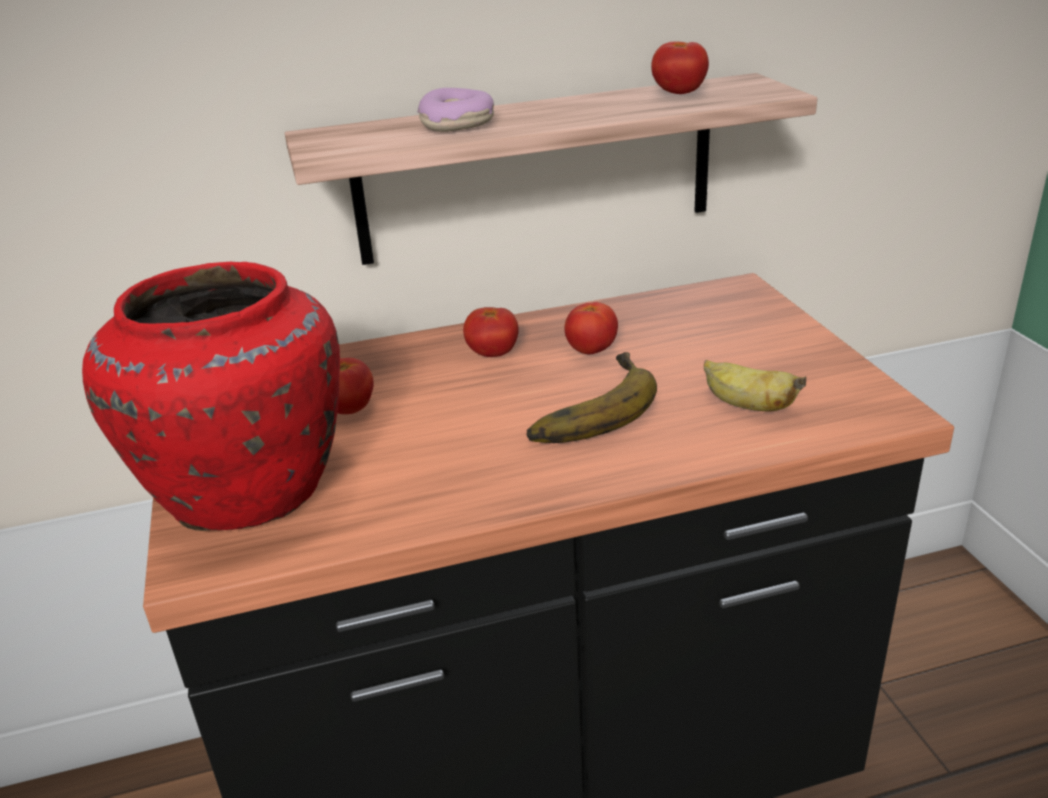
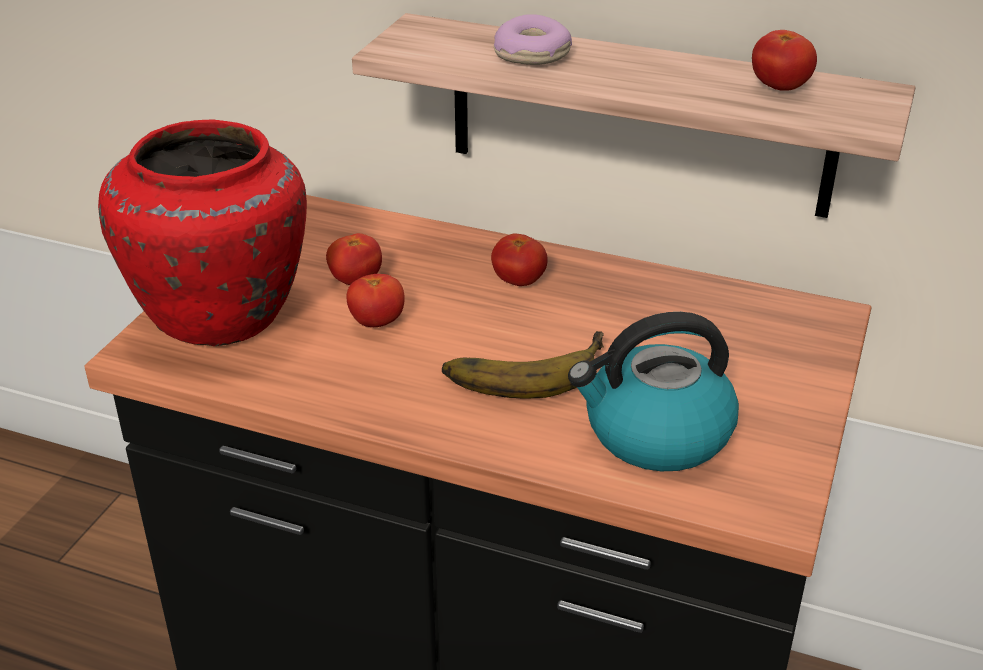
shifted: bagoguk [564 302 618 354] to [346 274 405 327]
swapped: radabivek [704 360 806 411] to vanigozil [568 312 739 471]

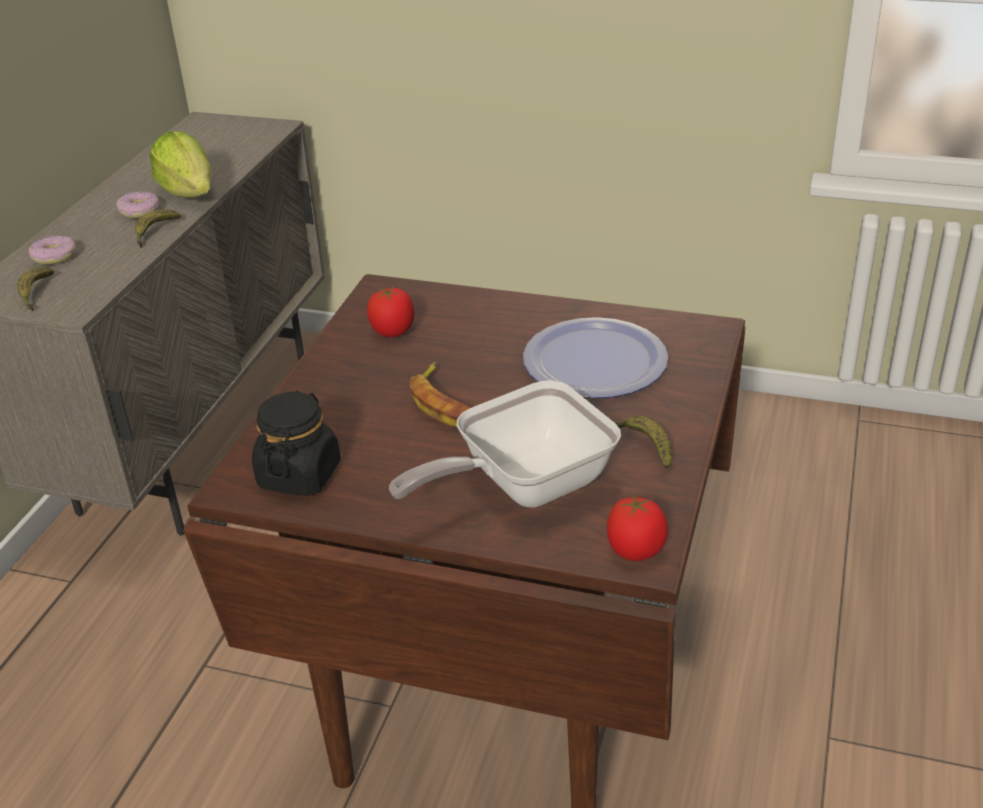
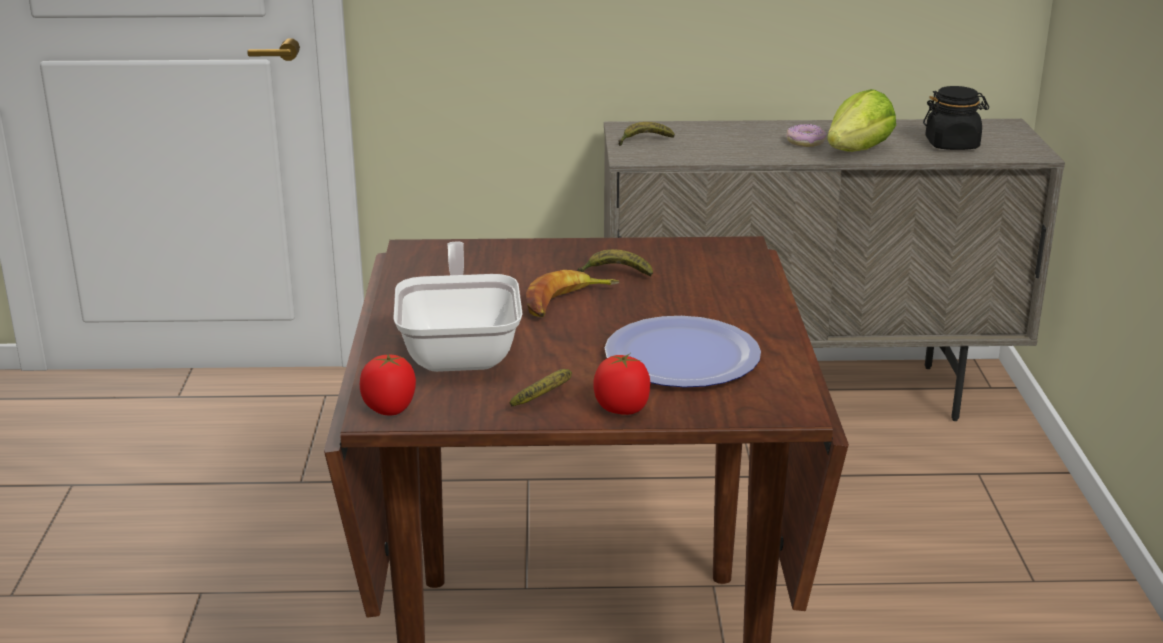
gone: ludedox [29 236 76 265]
shifted: radabivek [135 209 181 248] to [577 249 653 276]; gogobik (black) [252 391 341 496] to [923 86 989 150]; bagoguk [367 286 415 337] to [594 354 651 415]
rotated: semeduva [389 380 621 508] = [393 242 523 372] 45 degrees clockwise

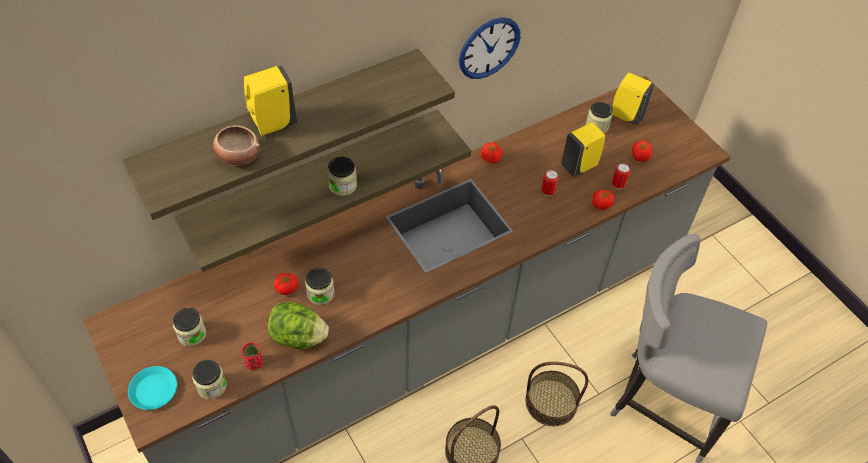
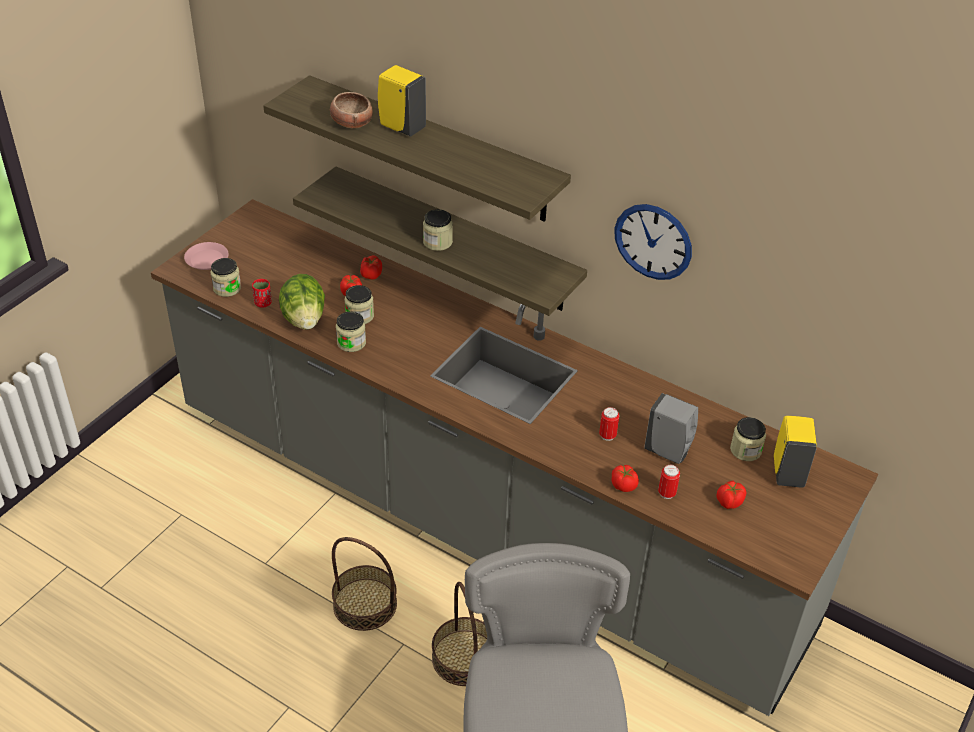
shifted: gogobik [173 308 206 346] to [336 312 366 352]; bagoguk [481 142 503 164] to [360 256 382 279]
repainted: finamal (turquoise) [128 366 177 410] to finamal (pink) [184 242 229 270]; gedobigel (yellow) [561 122 605 177] to gedobigel (grey) [644 393 698 464]

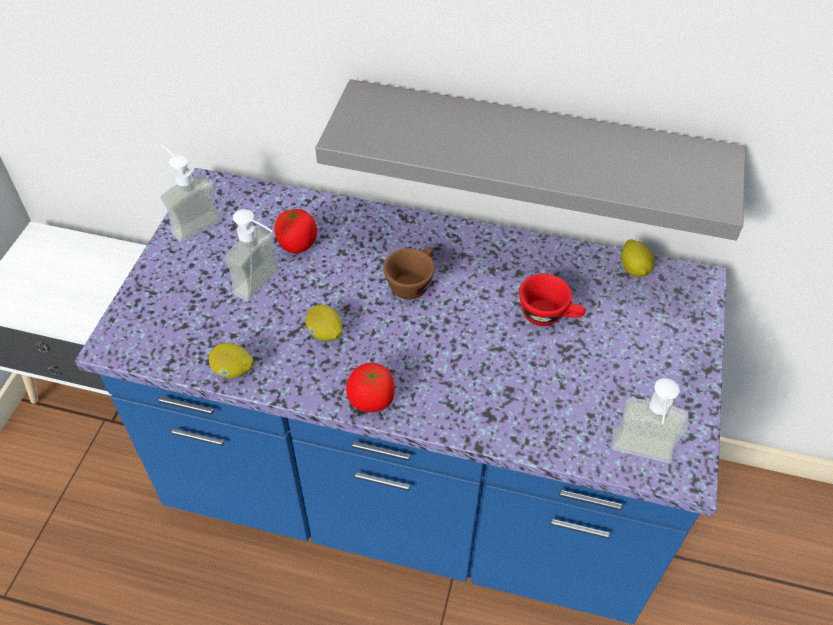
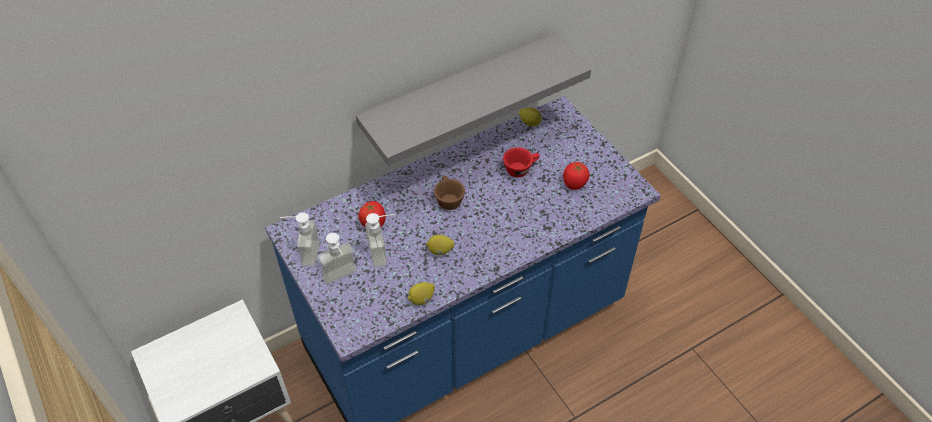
shifted: bagoguk [346 363 395 412] to [563 162 590 190]; gedobigel [612 378 689 463] to [318 233 357 285]

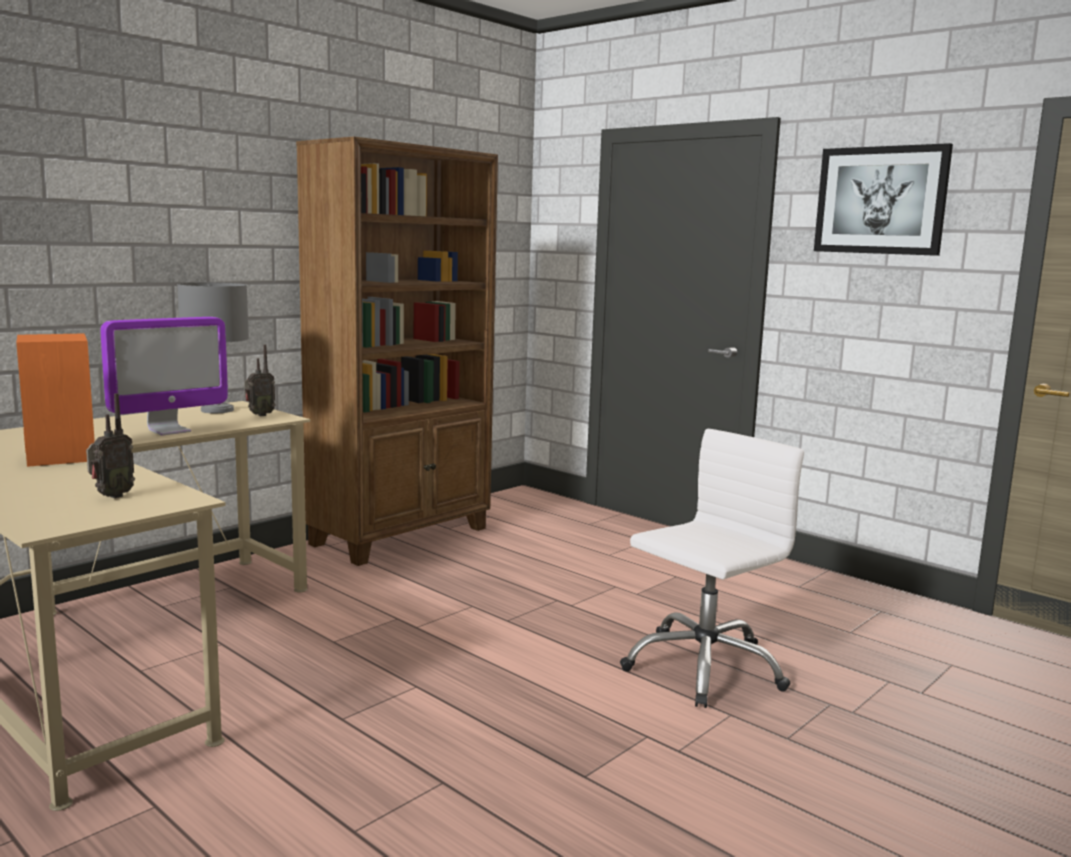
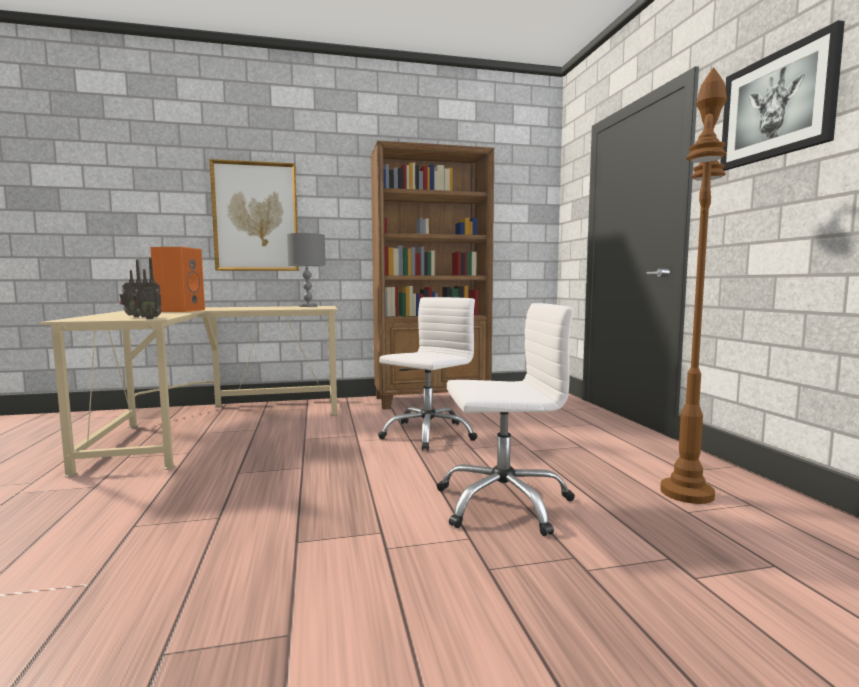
gone: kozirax [100 317 228 436]
new: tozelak [209 159 299 271]; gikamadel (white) [378 297 477 451]; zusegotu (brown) [660 67 727 504]
shifted: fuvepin [244 345 276 416] to [133 258 162 319]

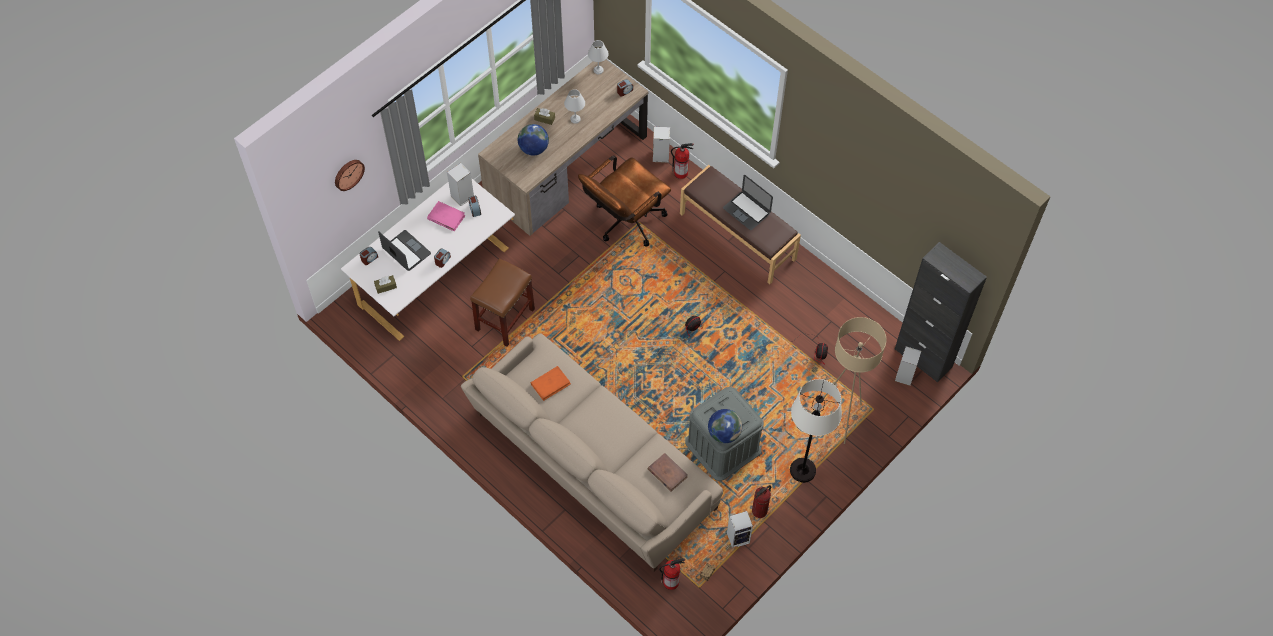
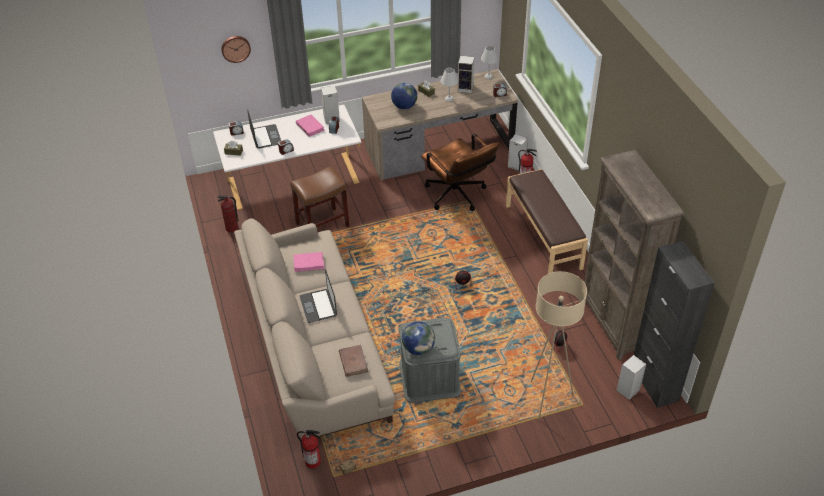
gone: zusegotu (white) [790 379 842 483]
new: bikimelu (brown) [584 150 684 360]
shifted: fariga [723 175 773 230] to [300 270 337 323]; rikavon [727 511 753 548] to [458 56 474 93]; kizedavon [752 485 771 518] to [217 195 239 233]
repainted: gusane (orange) [531 366 571 401] to gusane (pink) [293 252 324 272]
rotated: gikamadel (brown) [578 155 671 247] = [421 134 499 211] 105 degrees counterclockwise

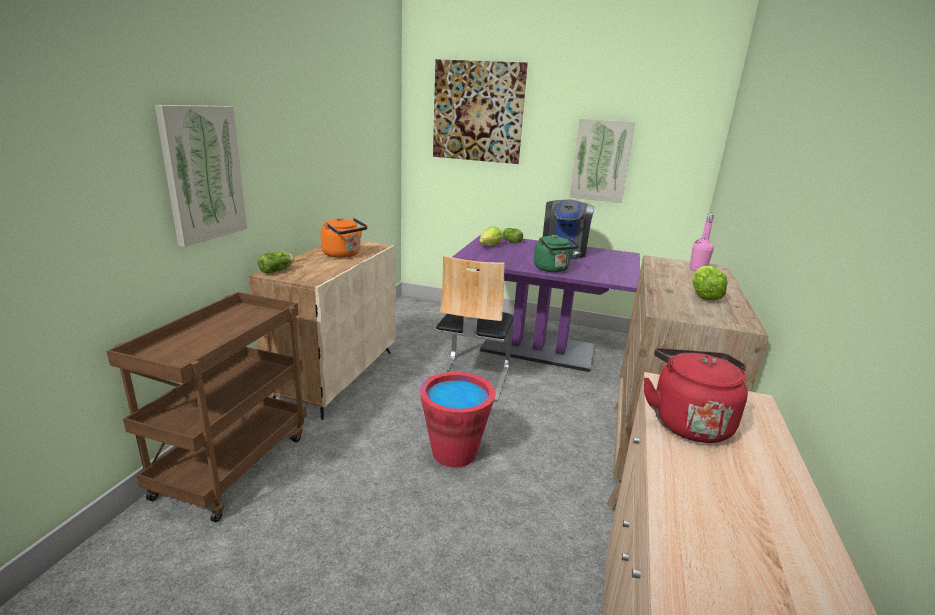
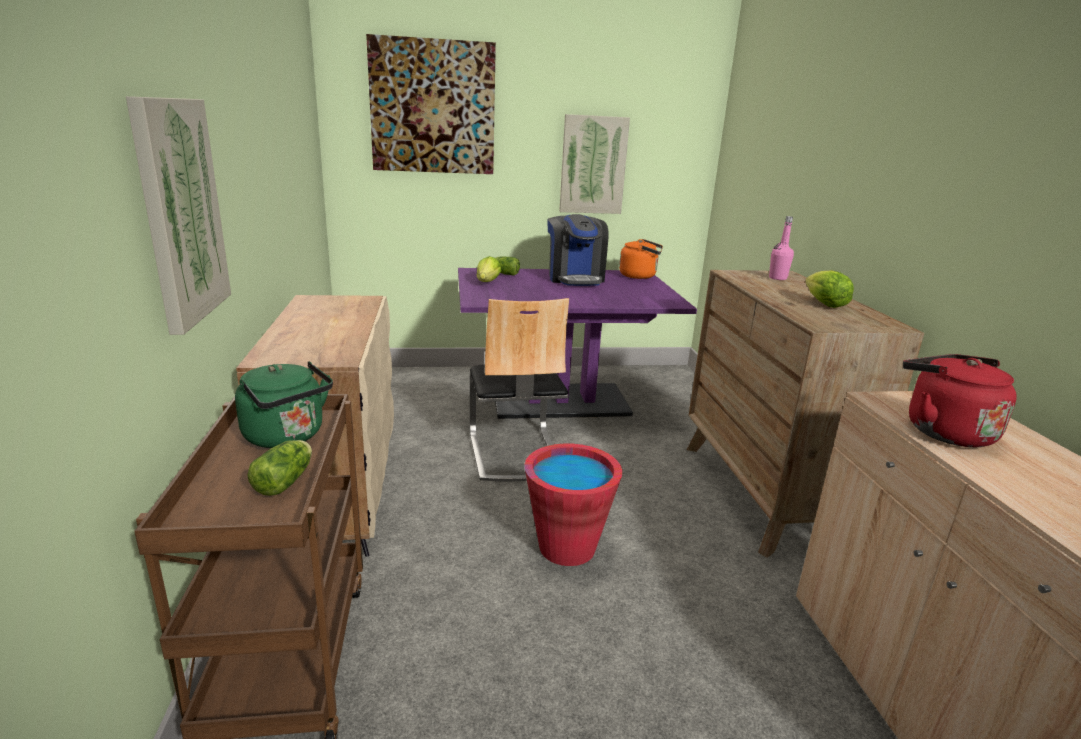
shifted: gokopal [258 252 295 274] to [247 440 312 496]; vanigozil (orange) [321 217 367 258] to [619 239 663 279]; vanigozil (green) [534 235 579 272] to [235 361 333 448]

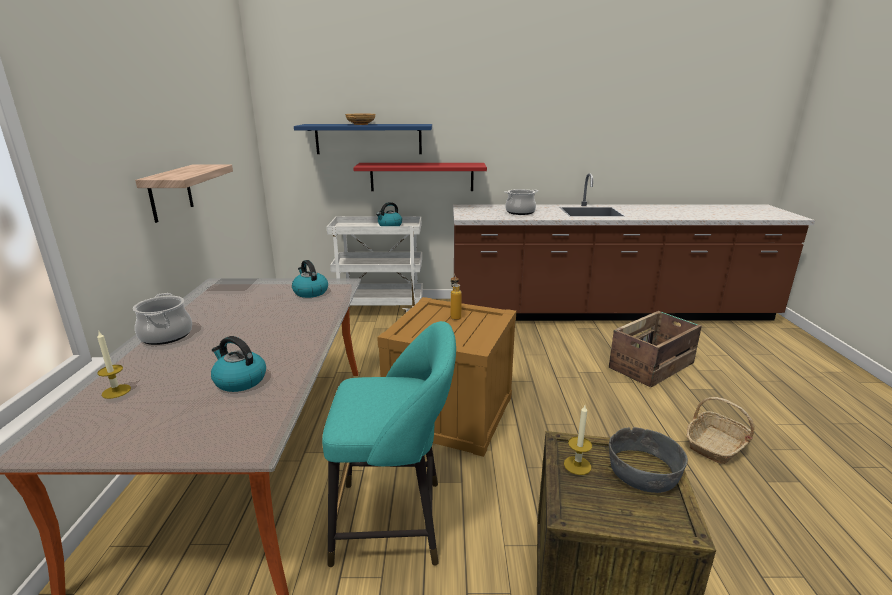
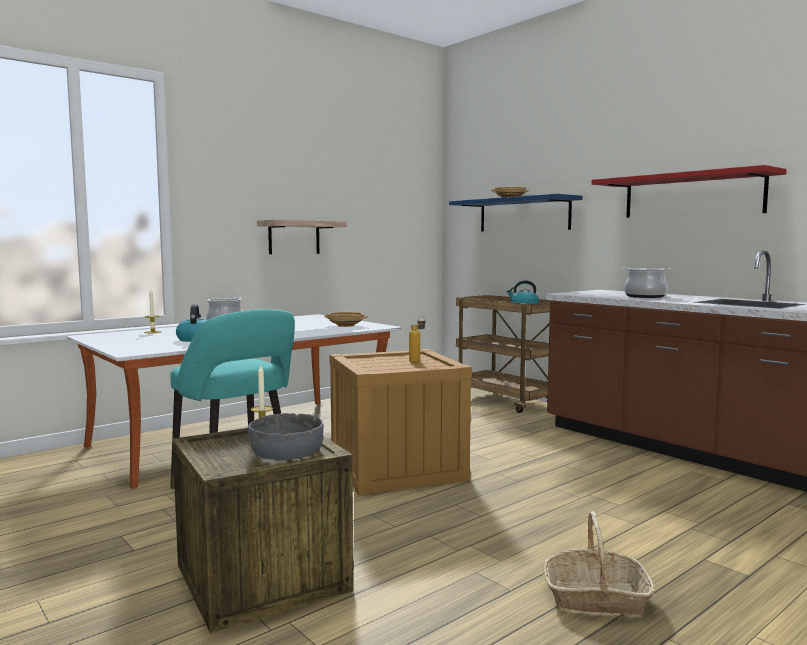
gone: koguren [609 311 702 388]
shifted: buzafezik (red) [353 163 487 191] to [591 165 787 218]
swapped: vanigozil [292 260 328 298] to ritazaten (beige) [324 312 368 327]
repainted: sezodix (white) [327 216 423 312] to sezodix (brown) [456 295 552 413]

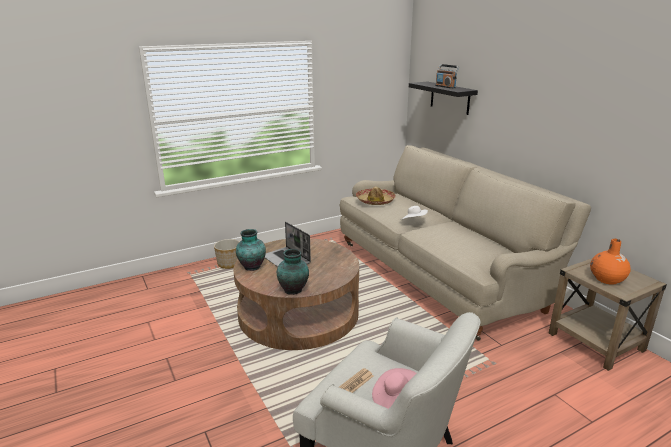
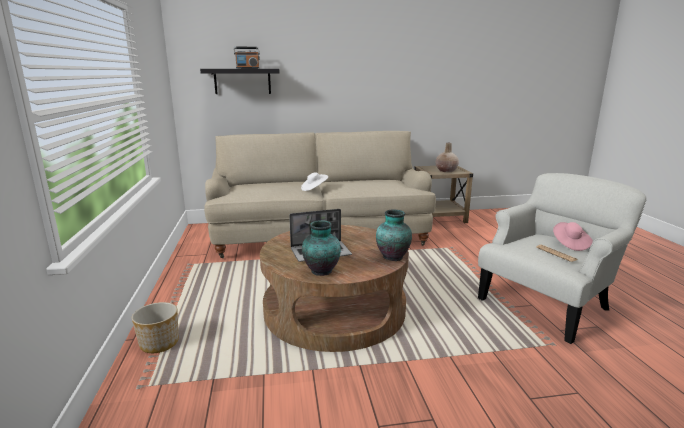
gone: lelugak [356 187 396 205]
repainted: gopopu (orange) [590 239 631 285] to gopopu (beige) [435 143 459 172]

